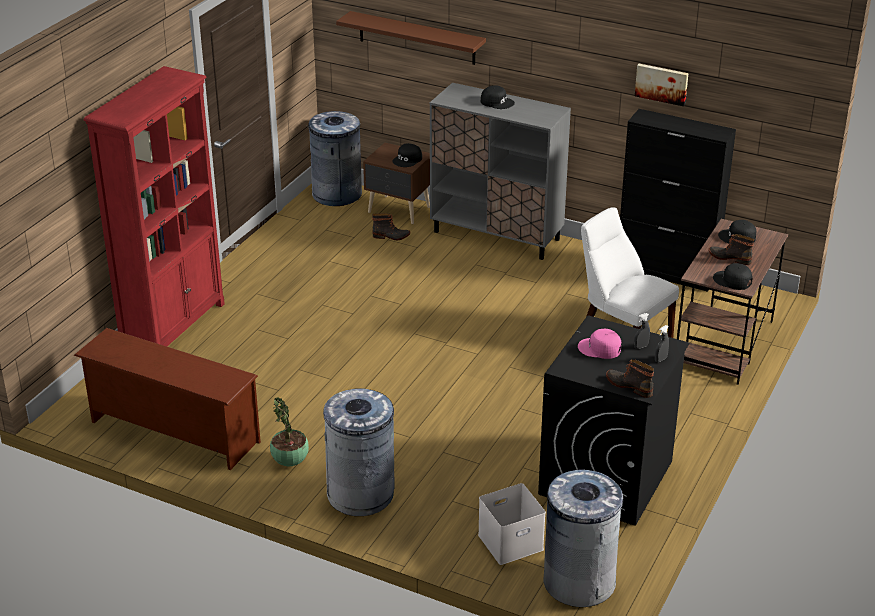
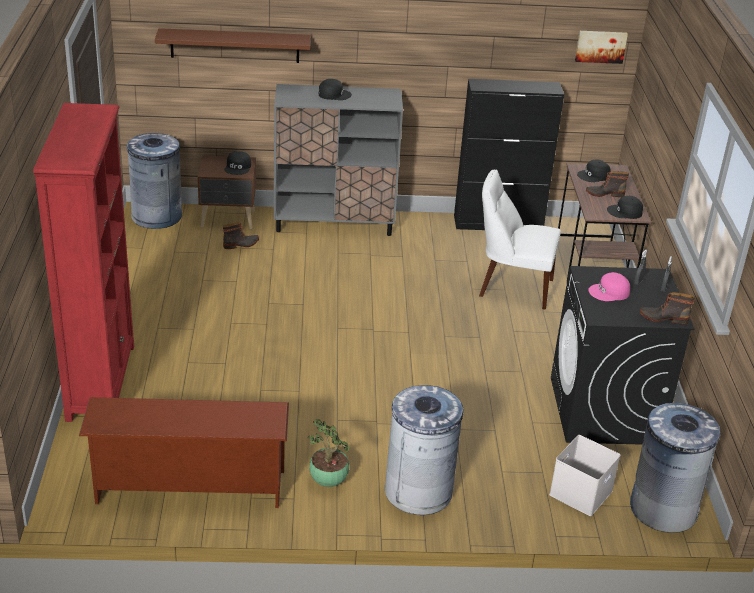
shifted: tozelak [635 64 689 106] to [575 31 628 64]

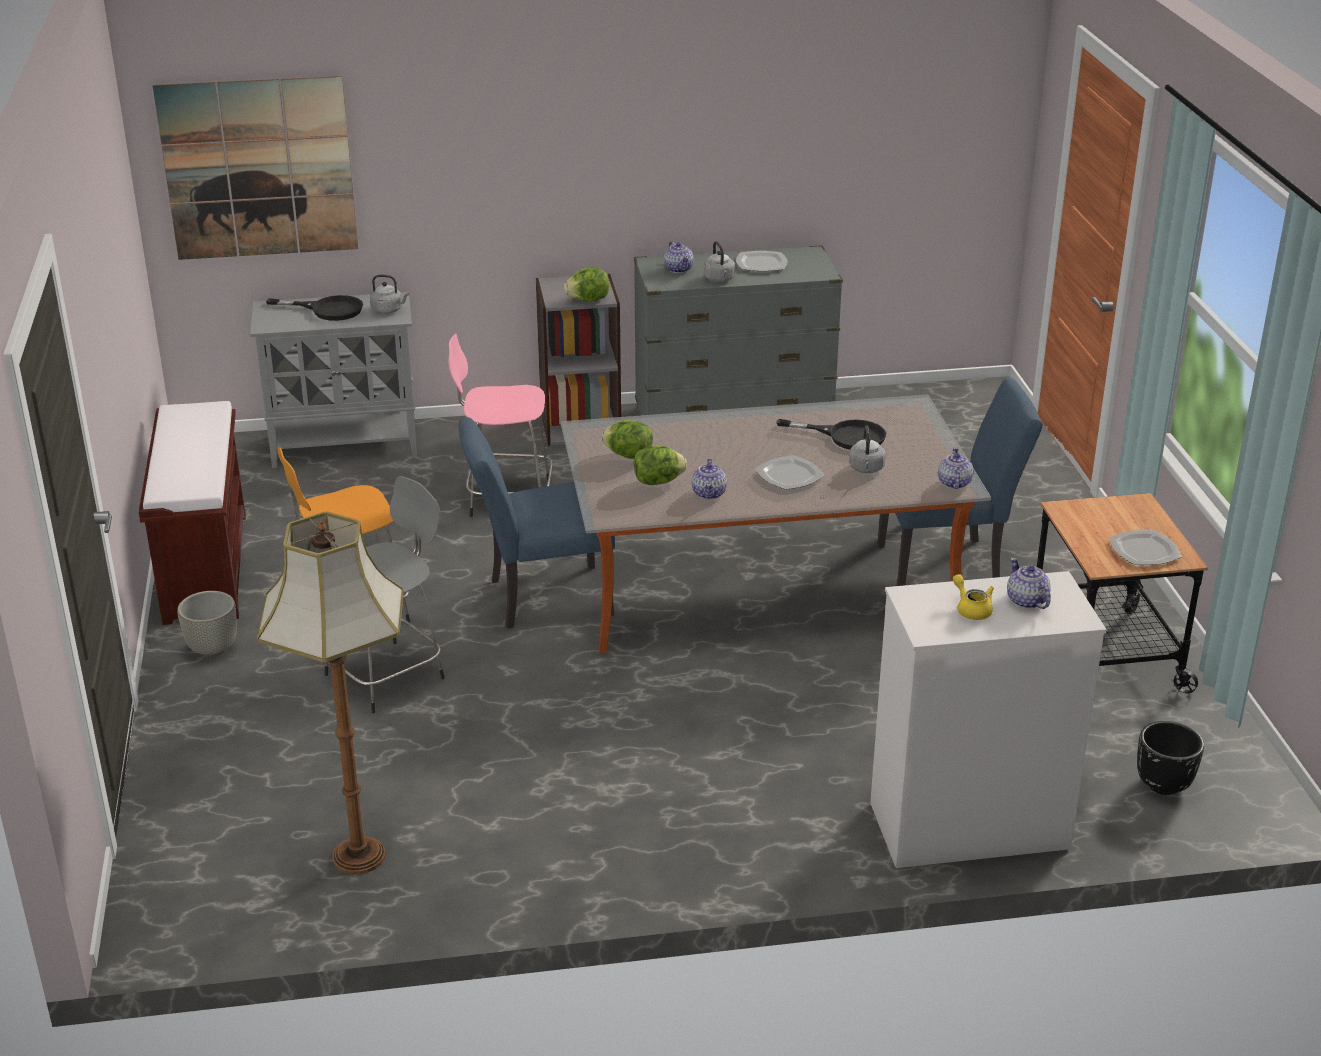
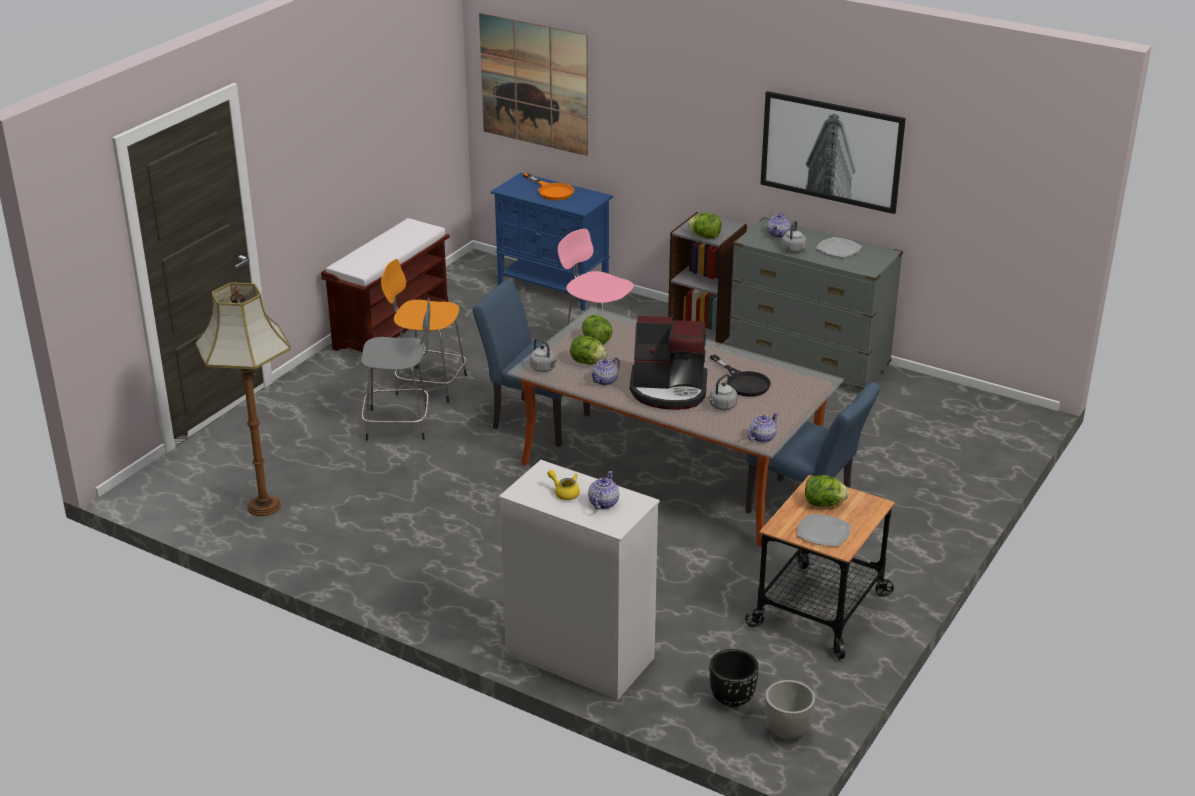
new: tozelak [761 91 906 214]; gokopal [805 475 849 507]
shifted: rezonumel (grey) [177 591 237 657] to [765 680 816 740]; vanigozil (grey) [370 274 409 314] to [530 338 557 372]
swapped: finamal [755 455 824 490] to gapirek [630 316 707 410]
repainted: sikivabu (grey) [250 292 418 468] to sikivabu (blue) [491 173 613 311]; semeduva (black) [266 295 363 321] to semeduva (orange) [523 173 574 201]
rotated: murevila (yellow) [953 574 994 620] = [547 470 580 500] 60 degrees counterclockwise

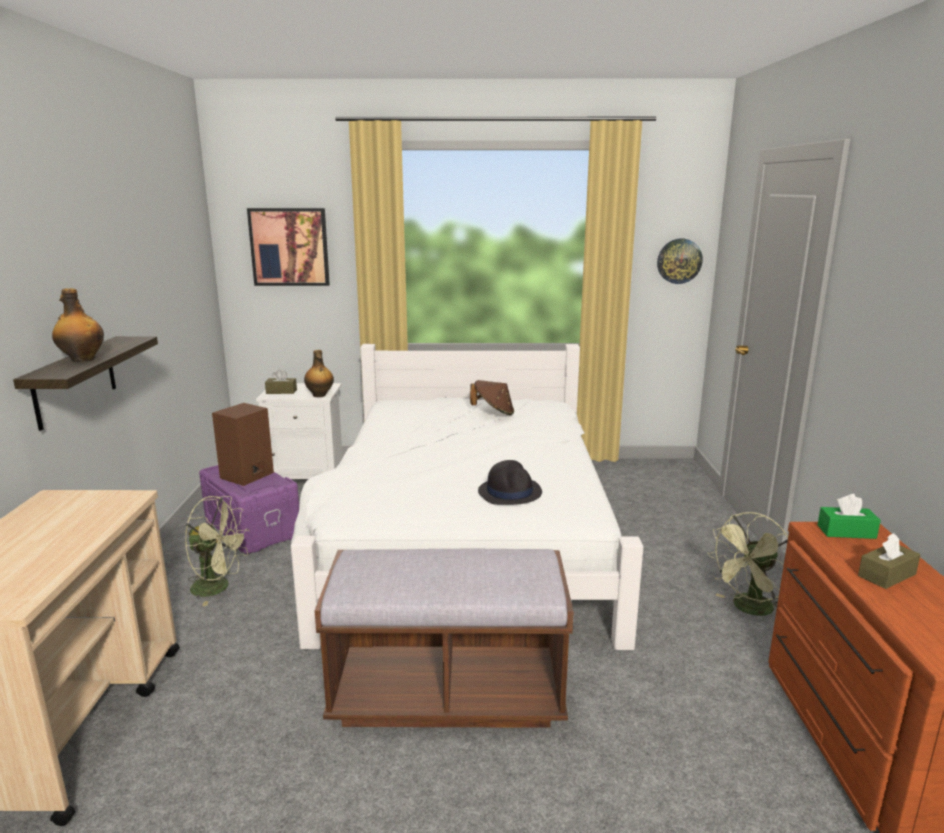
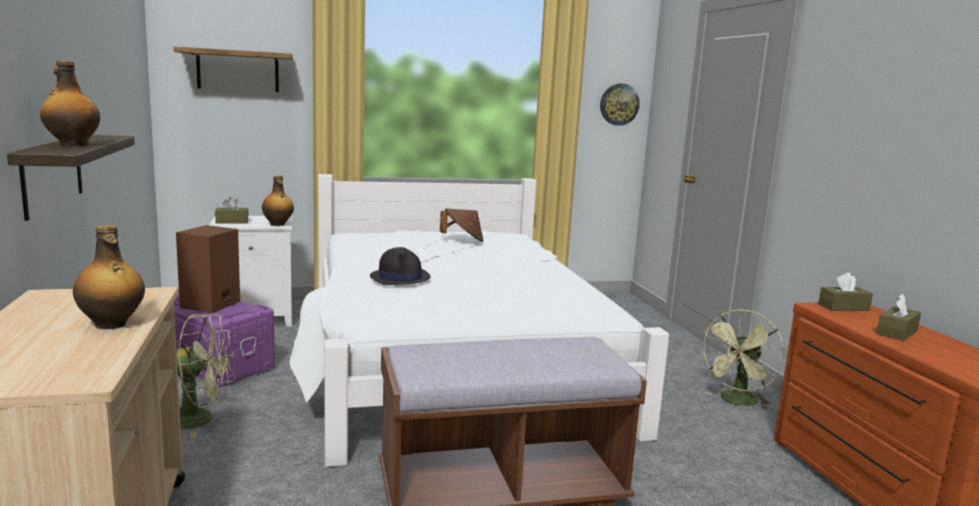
new: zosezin [73 225 145 329]
shifted: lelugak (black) [478 460 542 505] to [370 247 431 285]
swapped: tozelak [247 208 330 286] to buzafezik [173 47 293 92]
repainted: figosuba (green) [818 494 881 539] to figosuba (brown) [818 272 873 311]

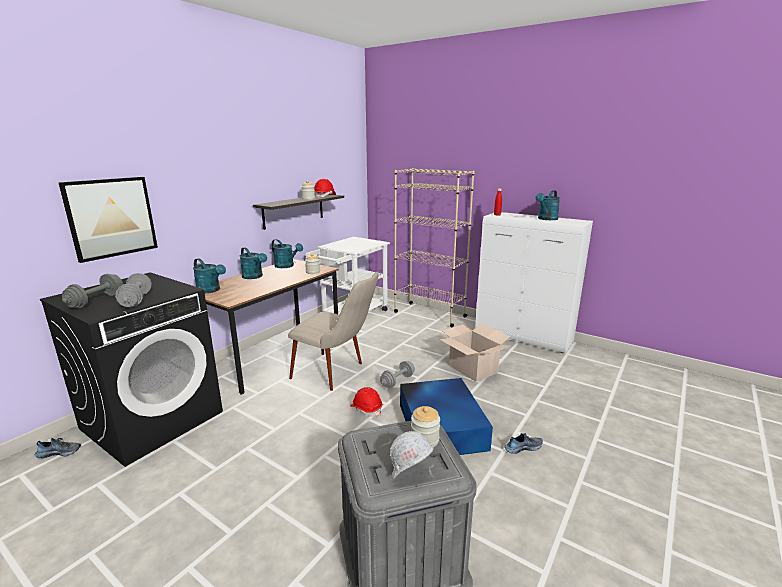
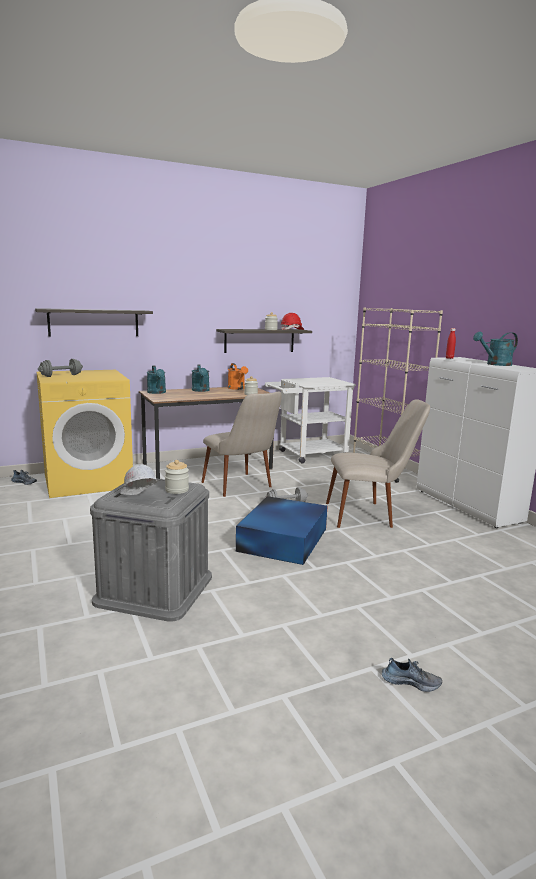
gone: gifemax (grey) [115 273 152 307]; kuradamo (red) [350 387 382 417]
shifted: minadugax [504 433 543 454] to [382 658 442 692]
swapped: tozelak [58 177 158 263] to buzafezik [35 308 153 336]; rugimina [440 324 511 382] to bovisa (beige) [326 399 430 528]
repainted: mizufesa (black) [40 272 223 467] to mizufesa (yellow) [36 370 133 498]; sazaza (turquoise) [272 239 303 268] to sazaza (orange) [228 363 248 390]

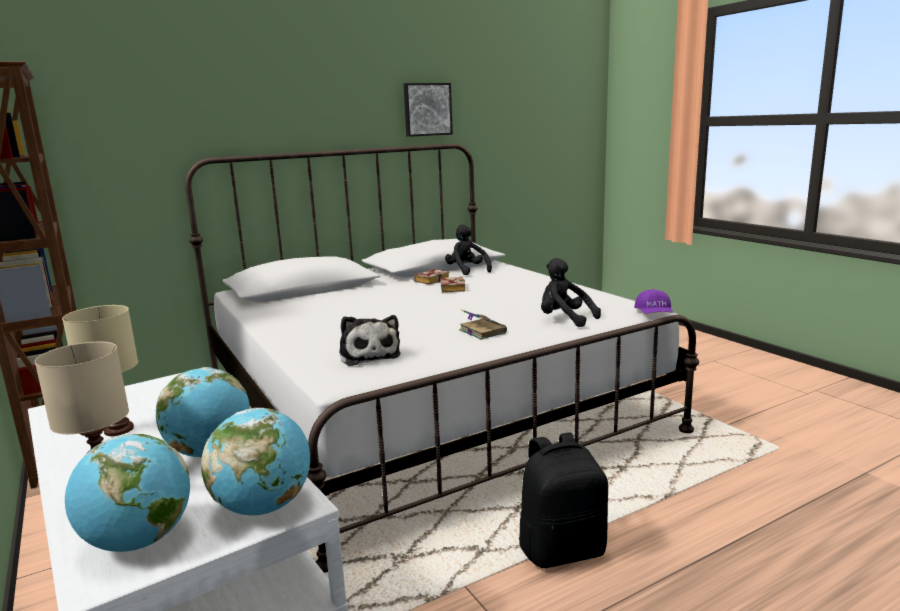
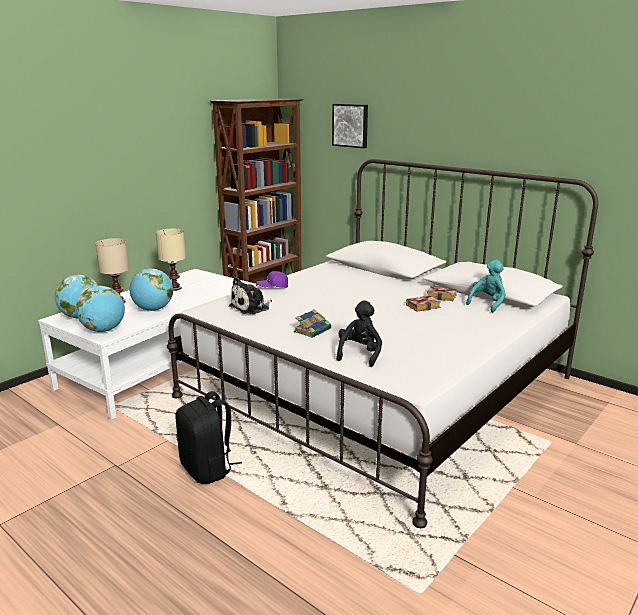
shifted: tozelak [404 83 453 137] to [332 104 368 148]; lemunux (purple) [634 289 673 314] to [256 271 288 288]
repainted: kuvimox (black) [445 225 492 275] to kuvimox (turquoise) [466 260 506 313]

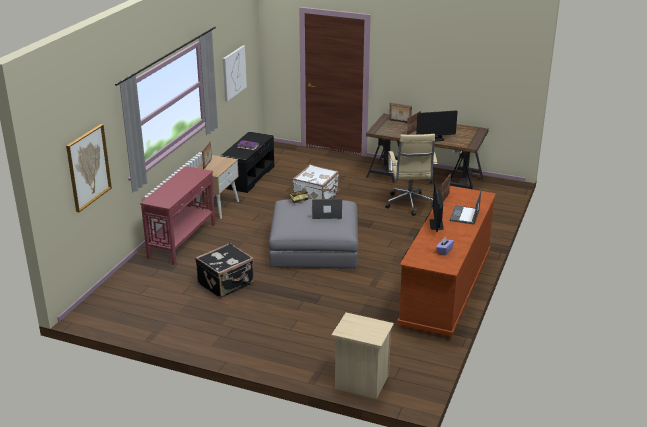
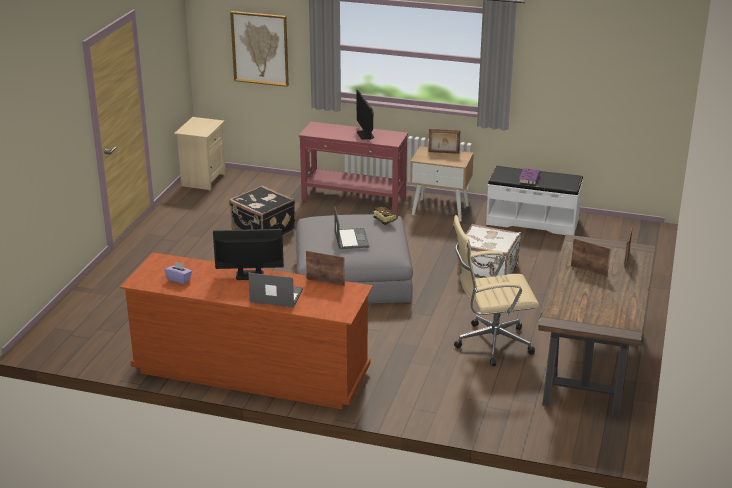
gone: tozelak [223 46 247 101]
shifted: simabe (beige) [332 313 394 399] to [174 117 226 190]; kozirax [416 110 458 142] to [357 90 374 140]
repainted: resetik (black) [220 132 274 193] to resetik (white) [486 166 583 235]

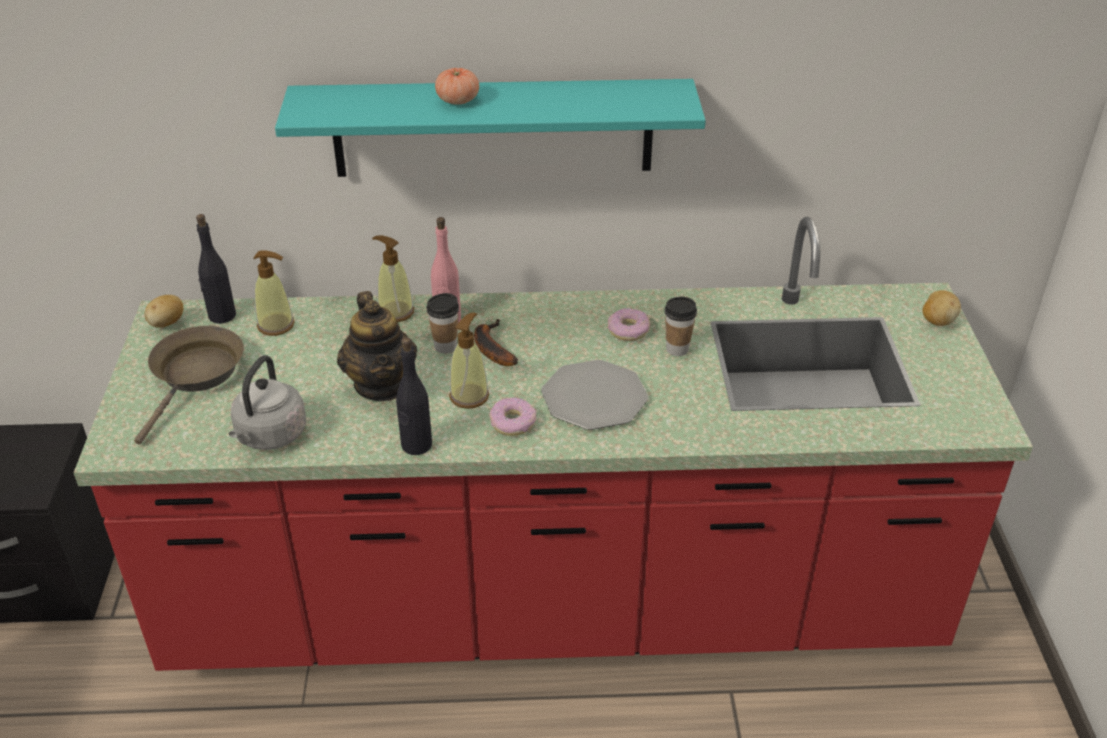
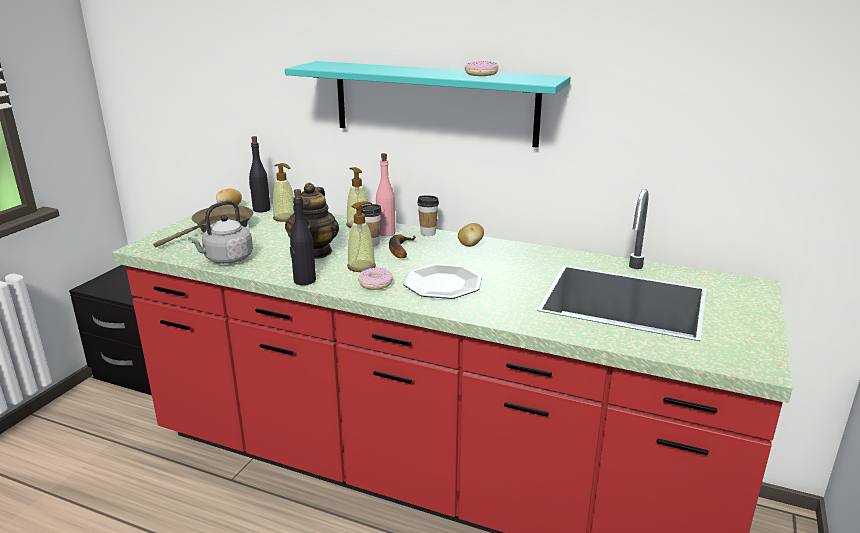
gone: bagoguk [435 68 479 105]
shifted: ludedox [607 308 650 341] to [465 61 498 76]; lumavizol [664 297 697 356] to [417 195 439 236]; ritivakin [922 290 961 326] to [458 223 484 247]

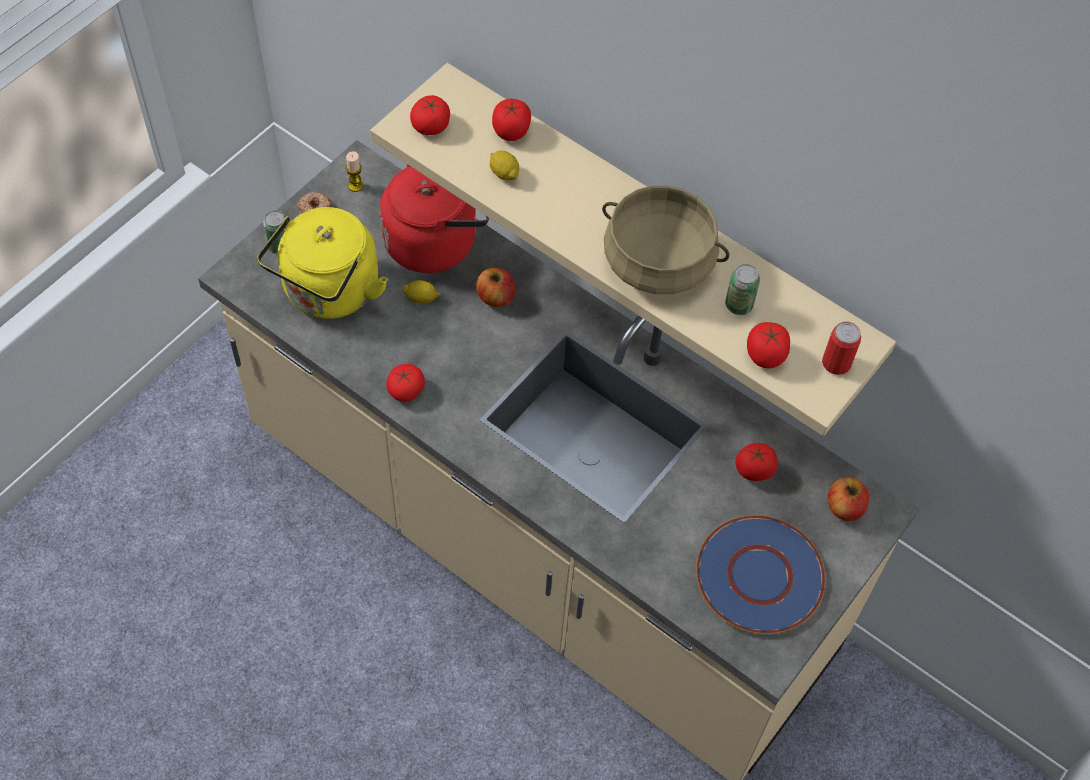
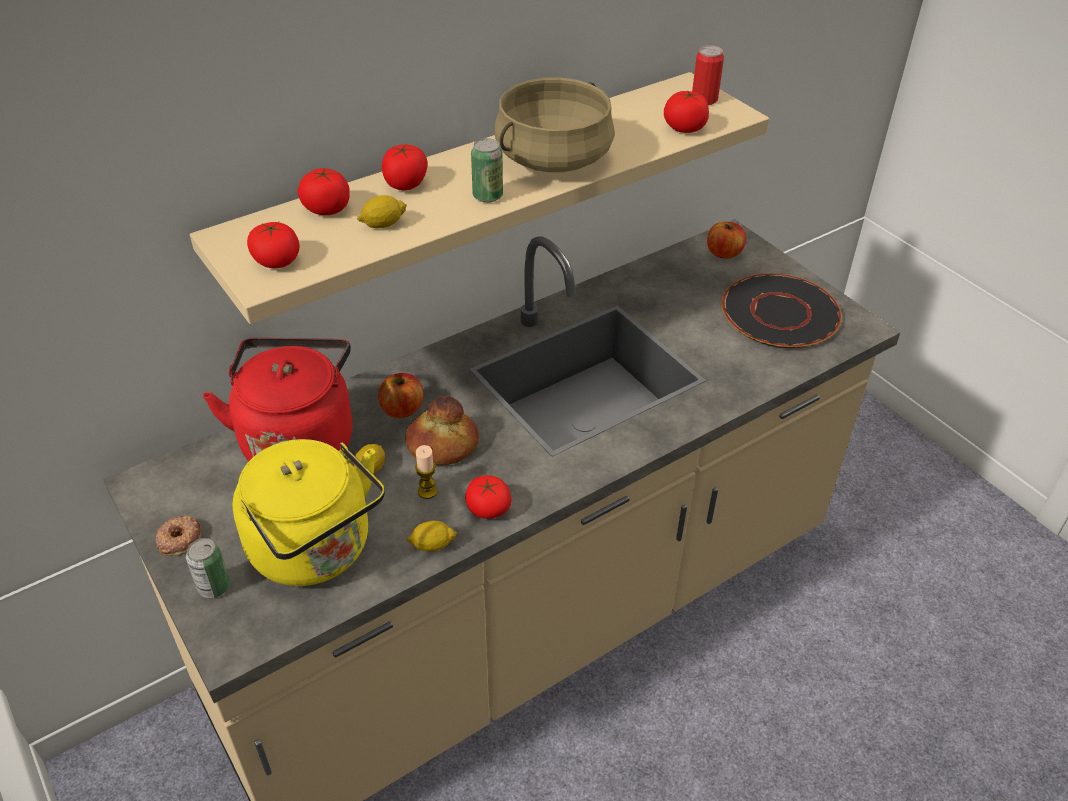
new: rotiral [405 396 479 465]; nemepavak [407 521 457 551]
shifted: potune [346 151 363 192] to [415 445 438 499]; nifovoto [725 264 760 315] to [471 138 503 203]; bagoguk [736 443 778 481] to [382 144 428 190]
repainted: finamal (blue) [696 515 826 634] to finamal (black) [722 273 842 348]

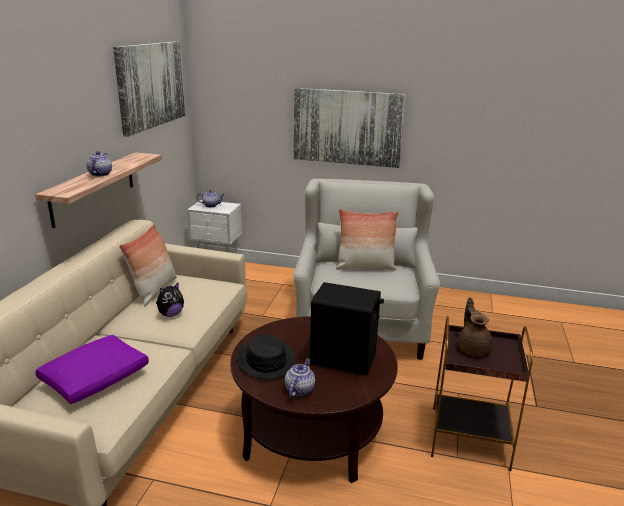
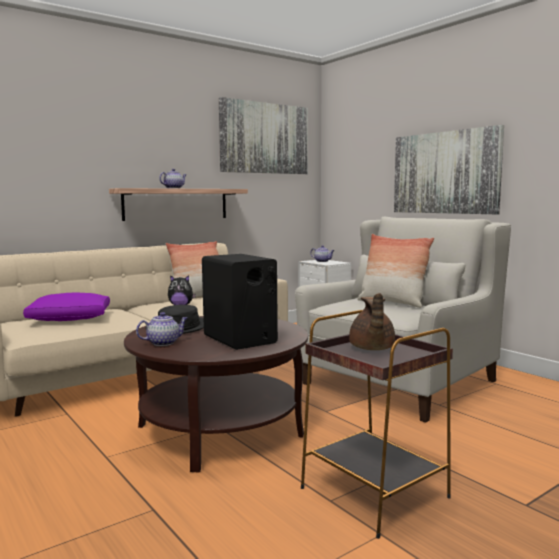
rotated: murevila (brown) [458 297 493 356] = [349 293 395 350] 150 degrees clockwise

